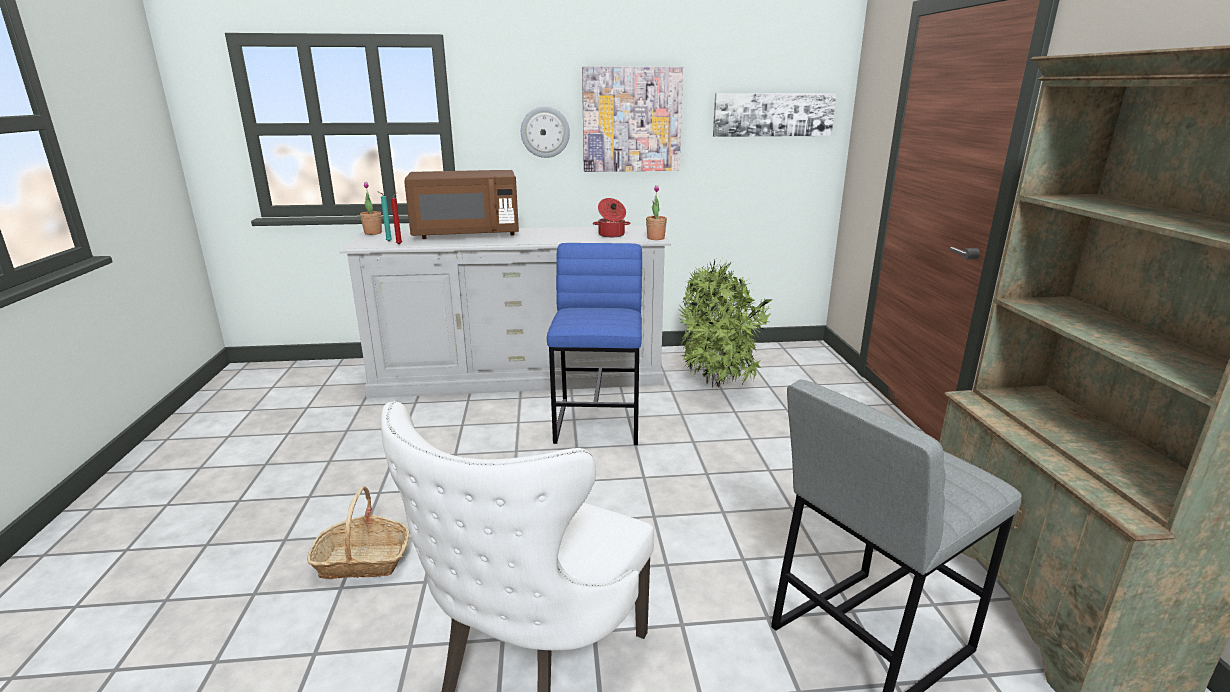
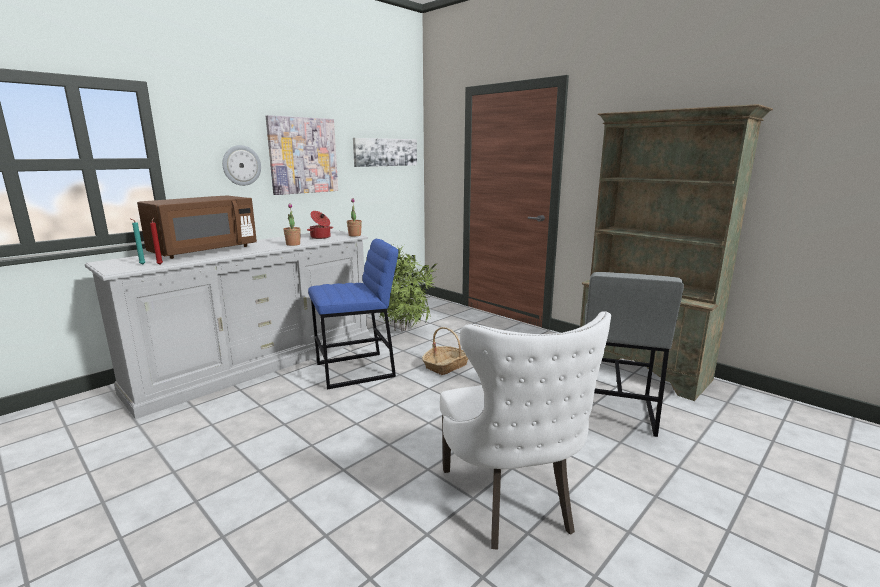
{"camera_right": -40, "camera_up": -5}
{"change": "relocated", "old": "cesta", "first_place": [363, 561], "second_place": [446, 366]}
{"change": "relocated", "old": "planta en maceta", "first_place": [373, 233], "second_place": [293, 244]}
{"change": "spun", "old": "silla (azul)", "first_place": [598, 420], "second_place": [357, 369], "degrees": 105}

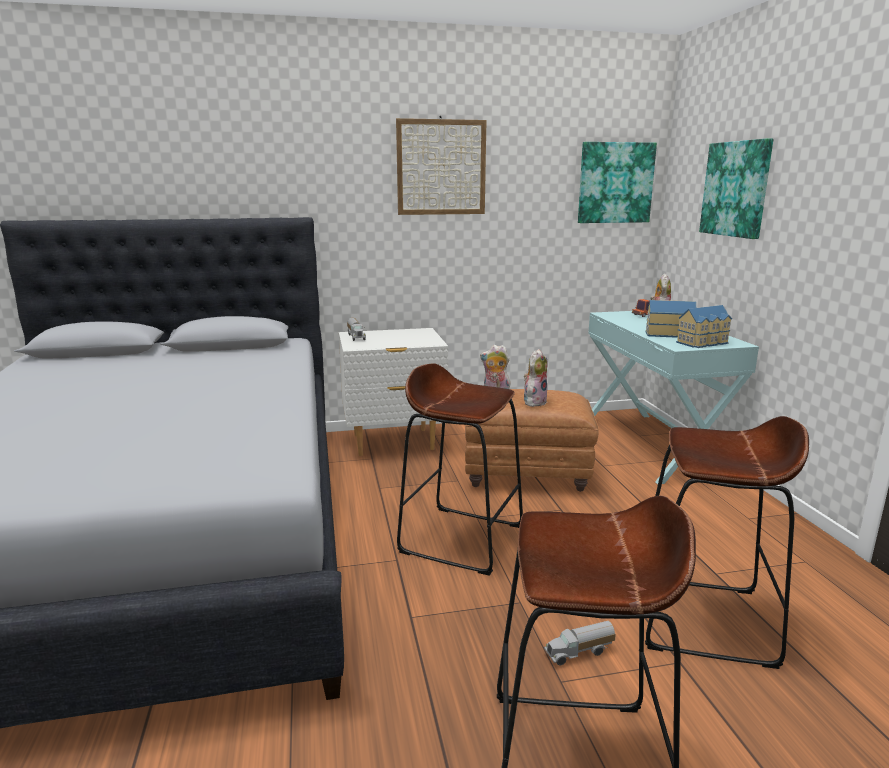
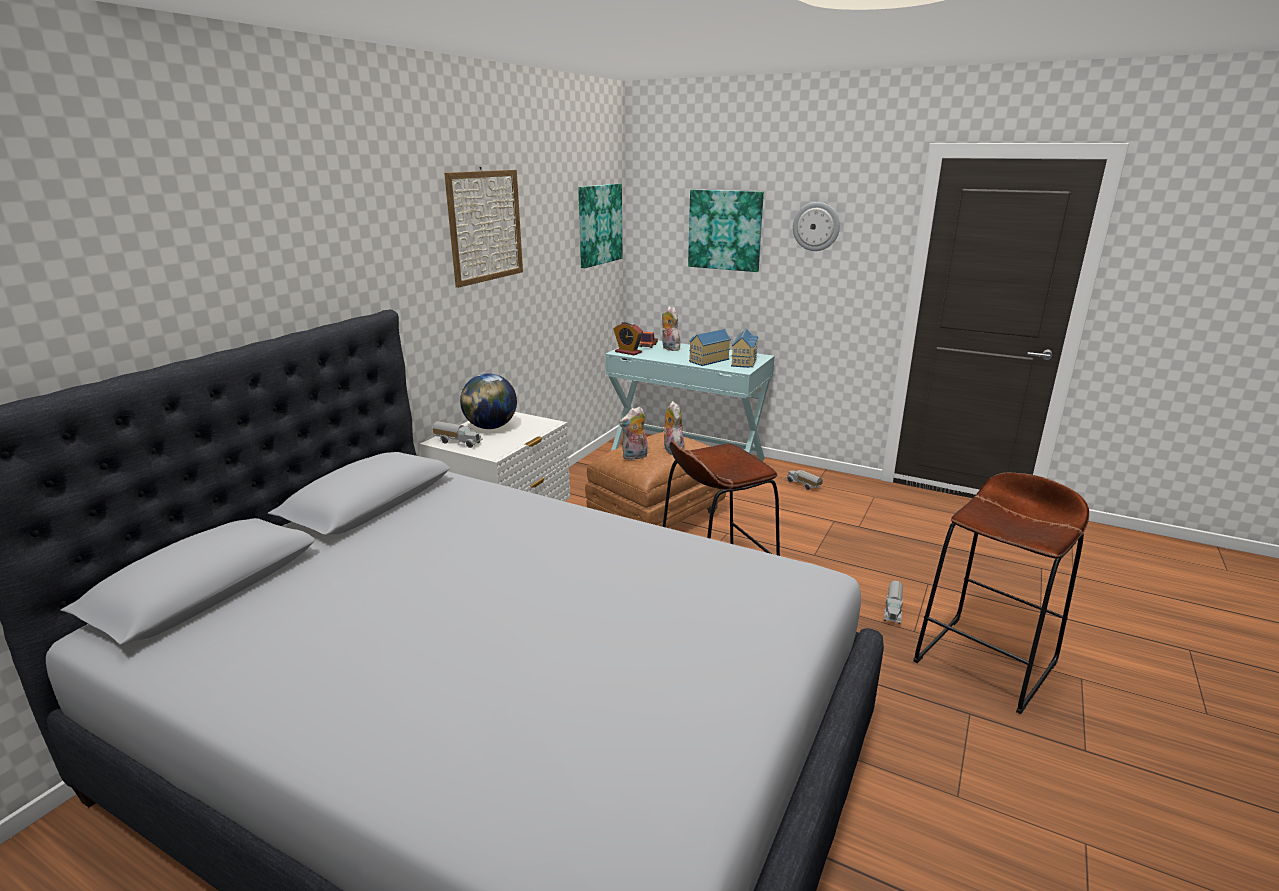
{"camera_right": -50, "camera_up": 5}
{"change": "missing", "old": "taburete (marrón)", "first_place": [703, 619]}
{"change": "appeared", "new": "globo terráqueo", "second_place": [491, 427]}
{"change": "appeared", "new": "despertador", "second_place": [628, 352]}
{"change": "appeared", "new": "camión de juguete", "second_place": [803, 485]}
{"change": "appeared", "new": "reloj de pared", "second_place": [816, 226]}

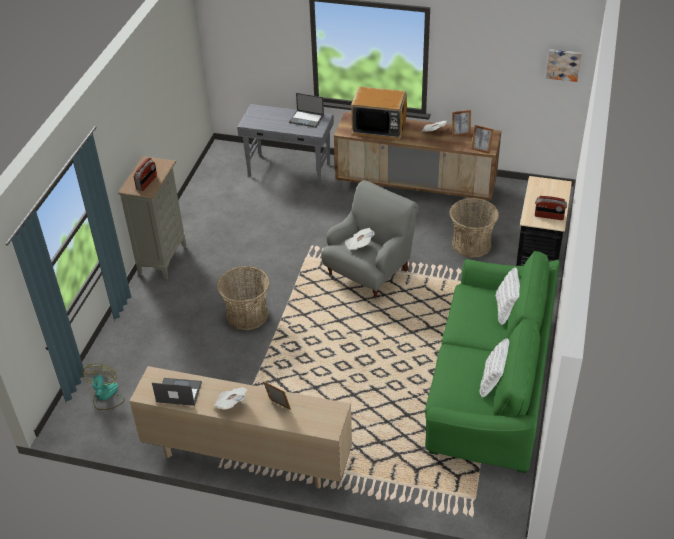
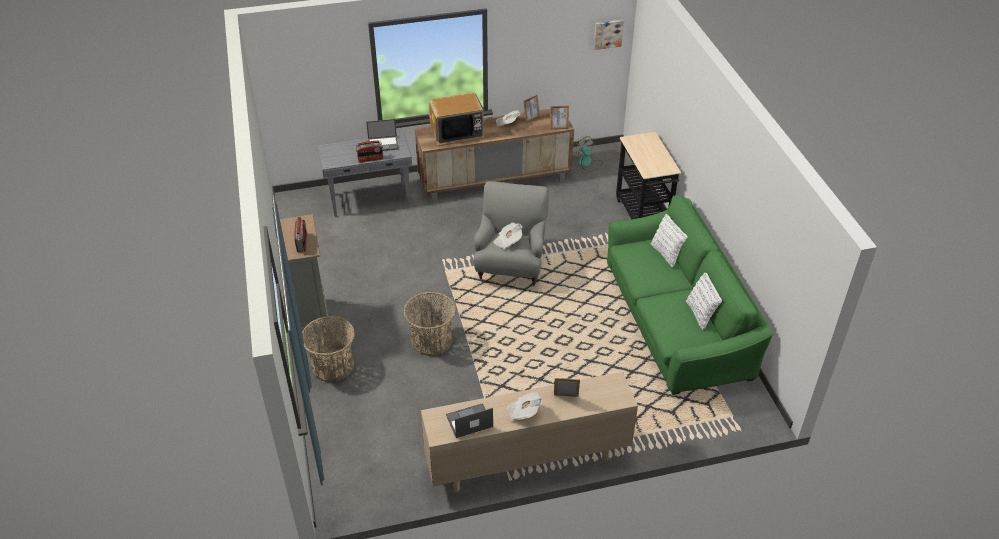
{"camera_right": -30, "camera_up": 0}
{"change": "relocated", "old": "ventilador", "first_place": [105, 396], "second_place": [587, 163]}
{"change": "relocated", "old": "cesta", "first_place": [471, 244], "second_place": [333, 365]}
{"change": "relocated", "old": "radio", "first_place": [549, 216], "second_place": [370, 159]}

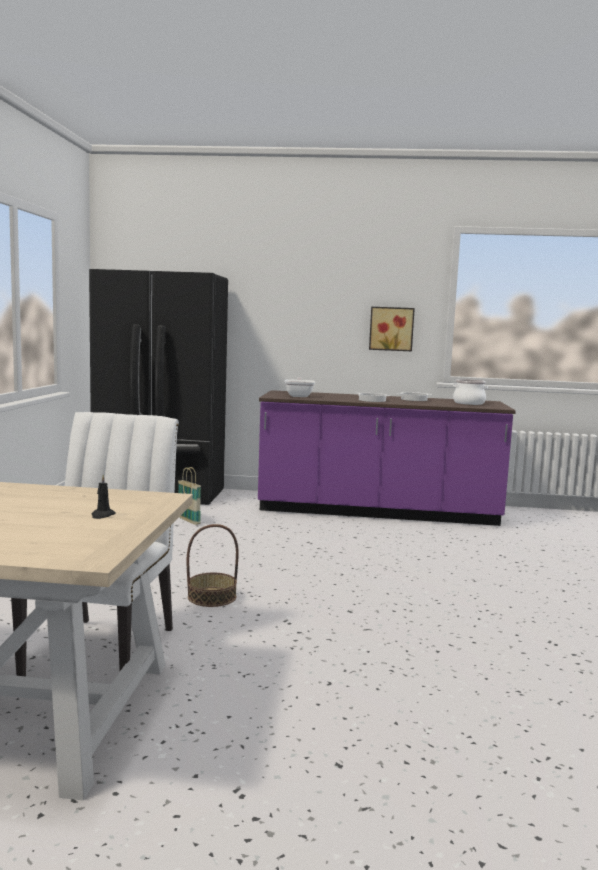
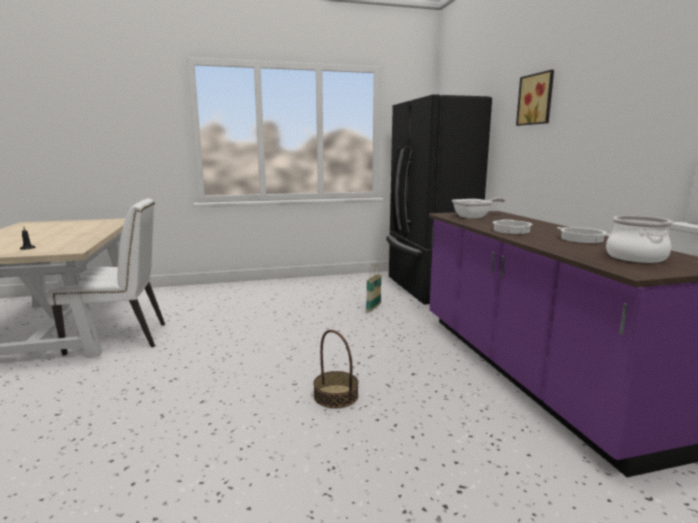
{"camera_right": 70, "camera_up": 5}
{"change": "relocated", "old": "cesta", "first_place": [212, 597], "second_place": [336, 396]}
{"change": "relocated", "old": "cuadro", "first_place": [391, 329], "second_place": [537, 99]}

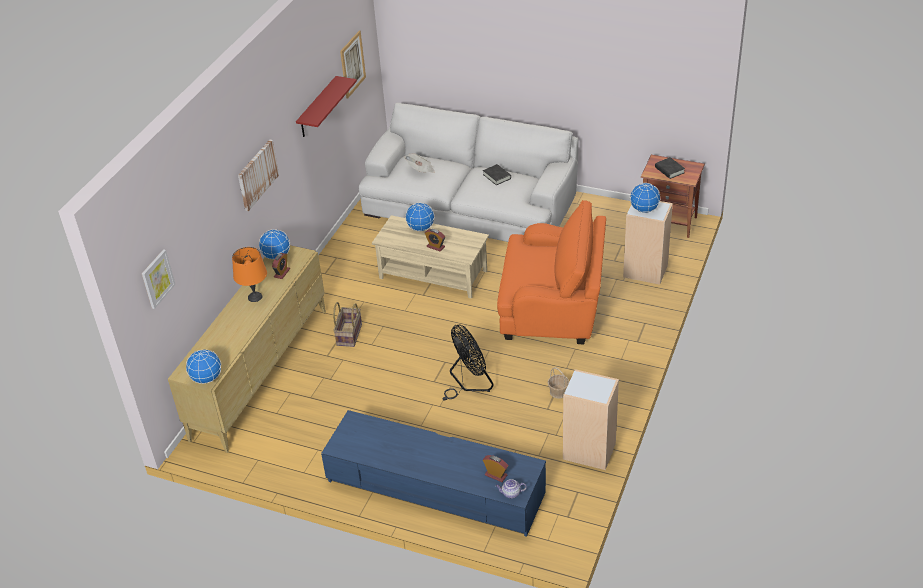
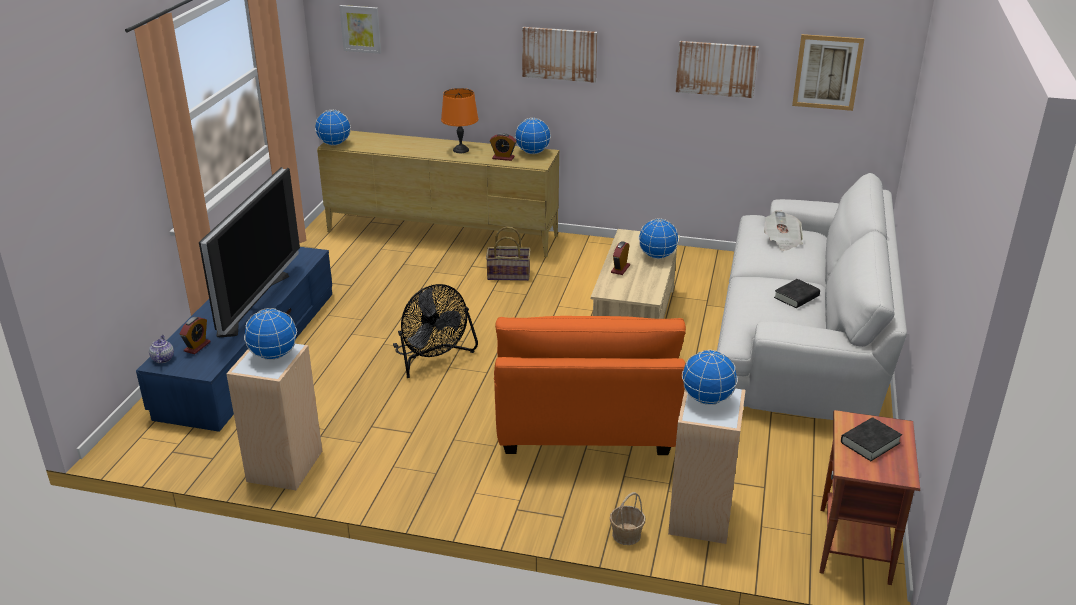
{"camera_right": 80, "camera_up": -10}
{"change": "exchanged", "old": "estante (rojo)", "new": "cuadro", "first_place": [317, 108], "second_place": [716, 68]}
{"change": "relocated", "old": "cesta", "first_place": [558, 392], "second_place": [626, 535]}
{"change": "appeared", "new": "televisor", "second_place": [254, 303]}
{"change": "appeared", "new": "globo terráqueo", "second_place": [273, 355]}

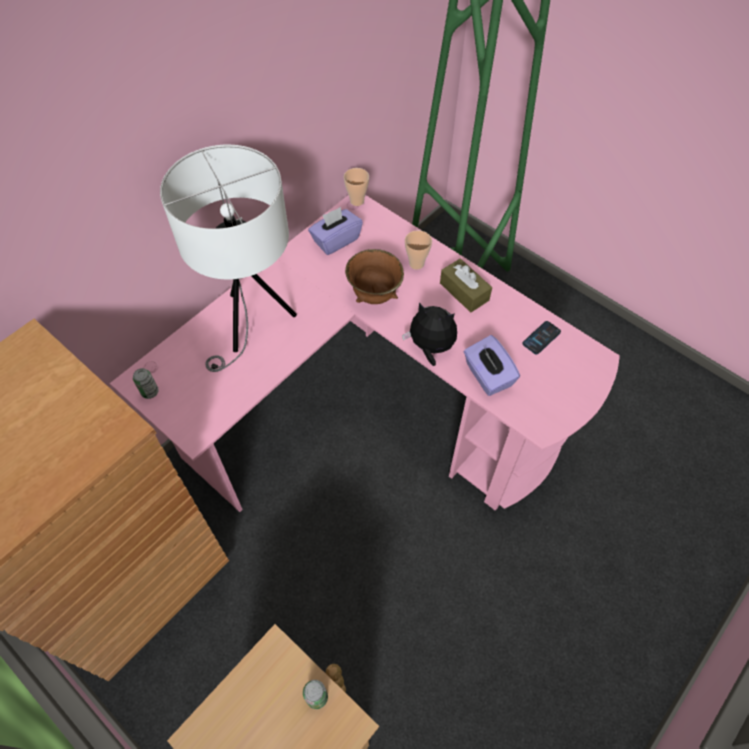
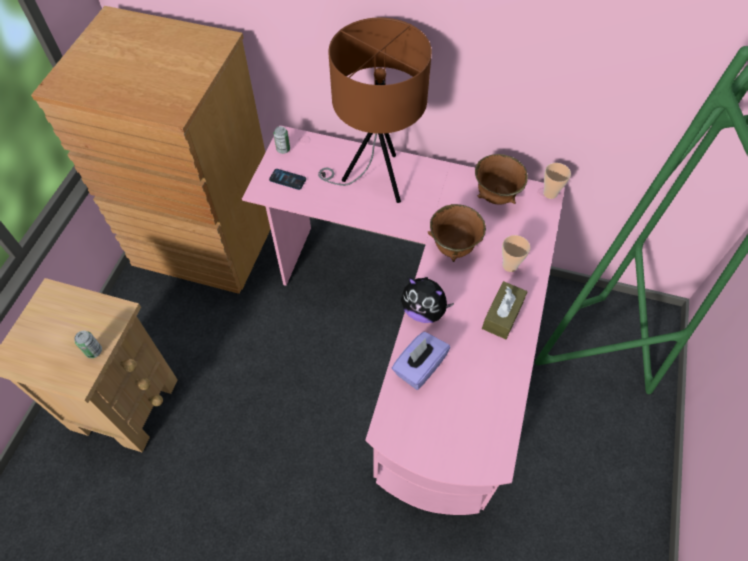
{"camera_right": 65, "camera_up": 0}
{"change": "colour", "old": "lámpara de mesa (blanco)", "new": "lámpara de mesa (marrón)", "first_place": [251, 324], "second_place": [374, 179]}
{"change": "exchanged", "old": "caja de pañuelos (morado)", "new": "cuenco (marrón)", "first_place": [336, 240], "second_place": [495, 197]}
{"change": "spun", "old": "peluche", "first_place": [430, 347], "second_place": [423, 311], "degrees": 120}
{"change": "relocated", "old": "móvil", "first_place": [541, 338], "second_place": [287, 179]}

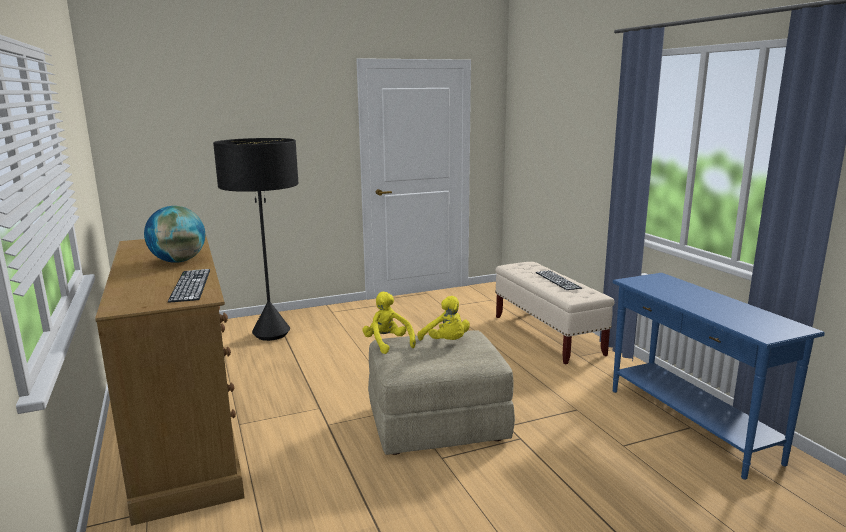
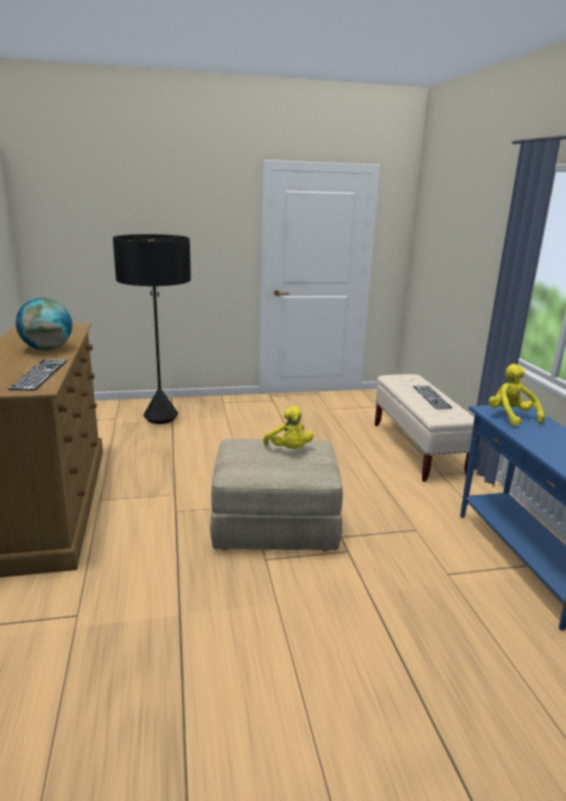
{"camera_right": 10, "camera_up": 5}
{"change": "relocated", "old": "peluche (amarillo)", "first_place": [387, 344], "second_place": [510, 417]}

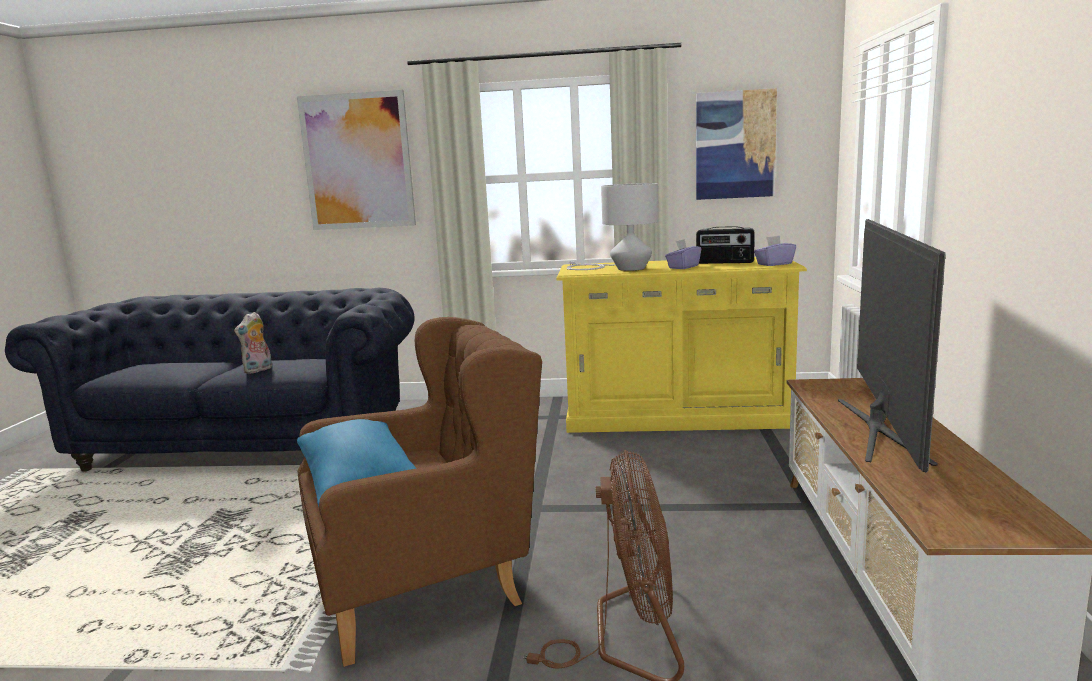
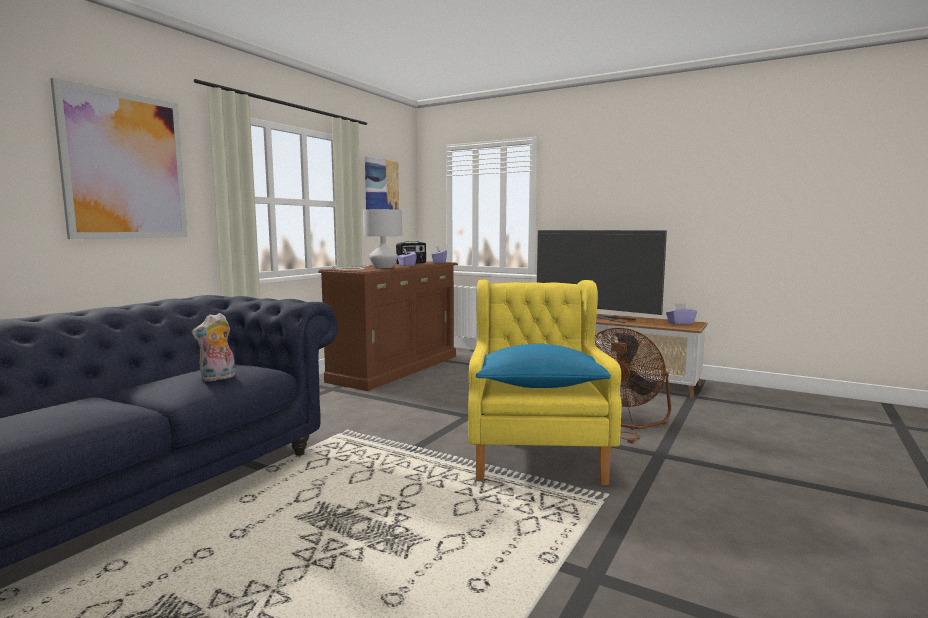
{"camera_right": -65, "camera_up": -5}
{"change": "spun", "old": "peluche", "first_place": [258, 370], "second_place": [218, 378], "degrees": 75}
{"change": "colour", "old": "sillón (marrón)", "new": "sillón (amarillo)", "first_place": [426, 586], "second_place": [536, 454]}
{"change": "colour", "old": "armario (amarillo)", "new": "armario (marrón)", "first_place": [677, 416], "second_place": [396, 368]}
{"change": "appeared", "new": "caja de pañuelos (morado)", "second_place": [680, 323]}

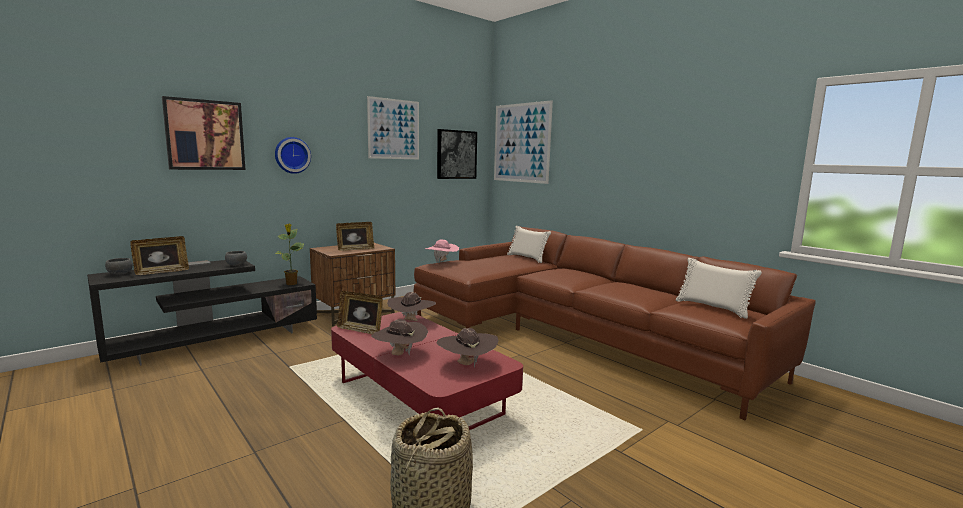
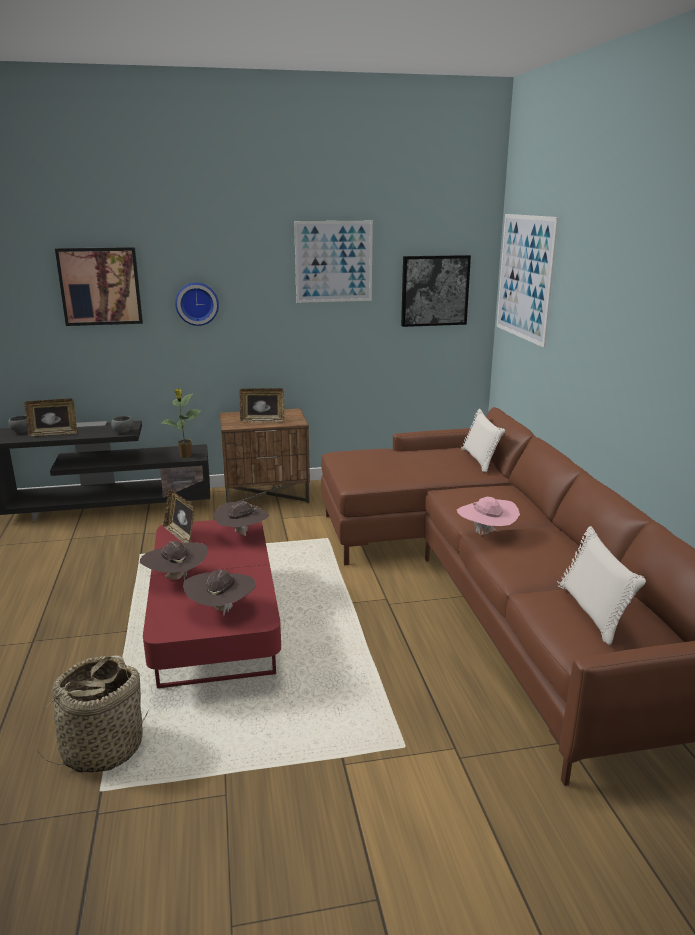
{"camera_right": 30, "camera_up": 10}
{"change": "relocated", "old": "sombrero (rosa)", "first_place": [442, 262], "second_place": [486, 534]}

